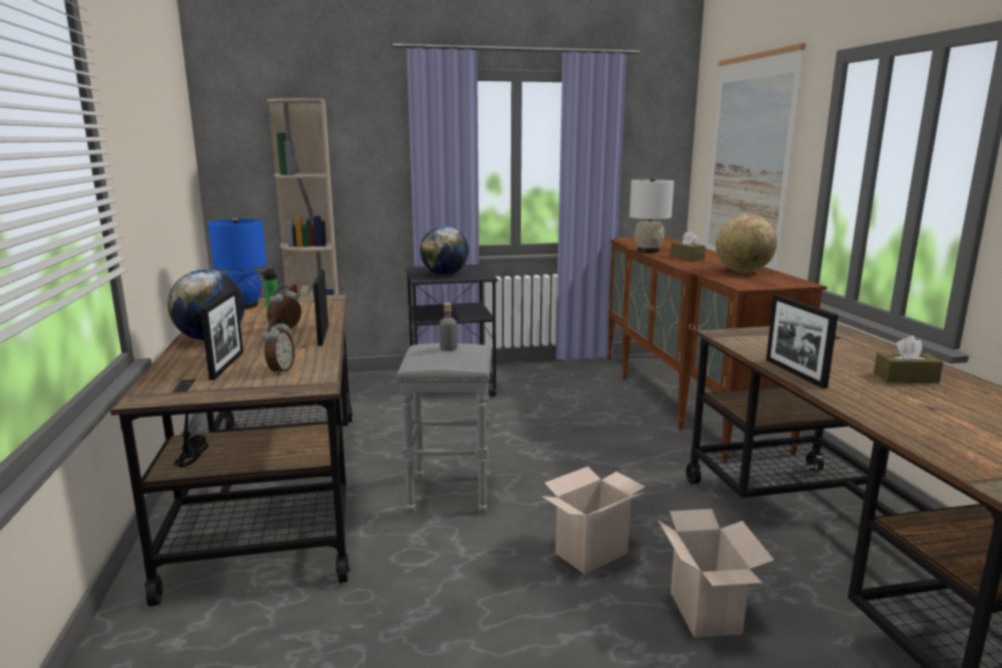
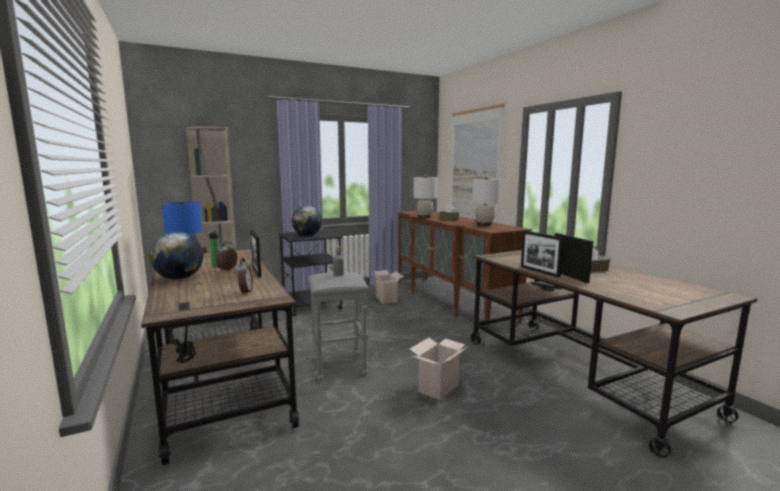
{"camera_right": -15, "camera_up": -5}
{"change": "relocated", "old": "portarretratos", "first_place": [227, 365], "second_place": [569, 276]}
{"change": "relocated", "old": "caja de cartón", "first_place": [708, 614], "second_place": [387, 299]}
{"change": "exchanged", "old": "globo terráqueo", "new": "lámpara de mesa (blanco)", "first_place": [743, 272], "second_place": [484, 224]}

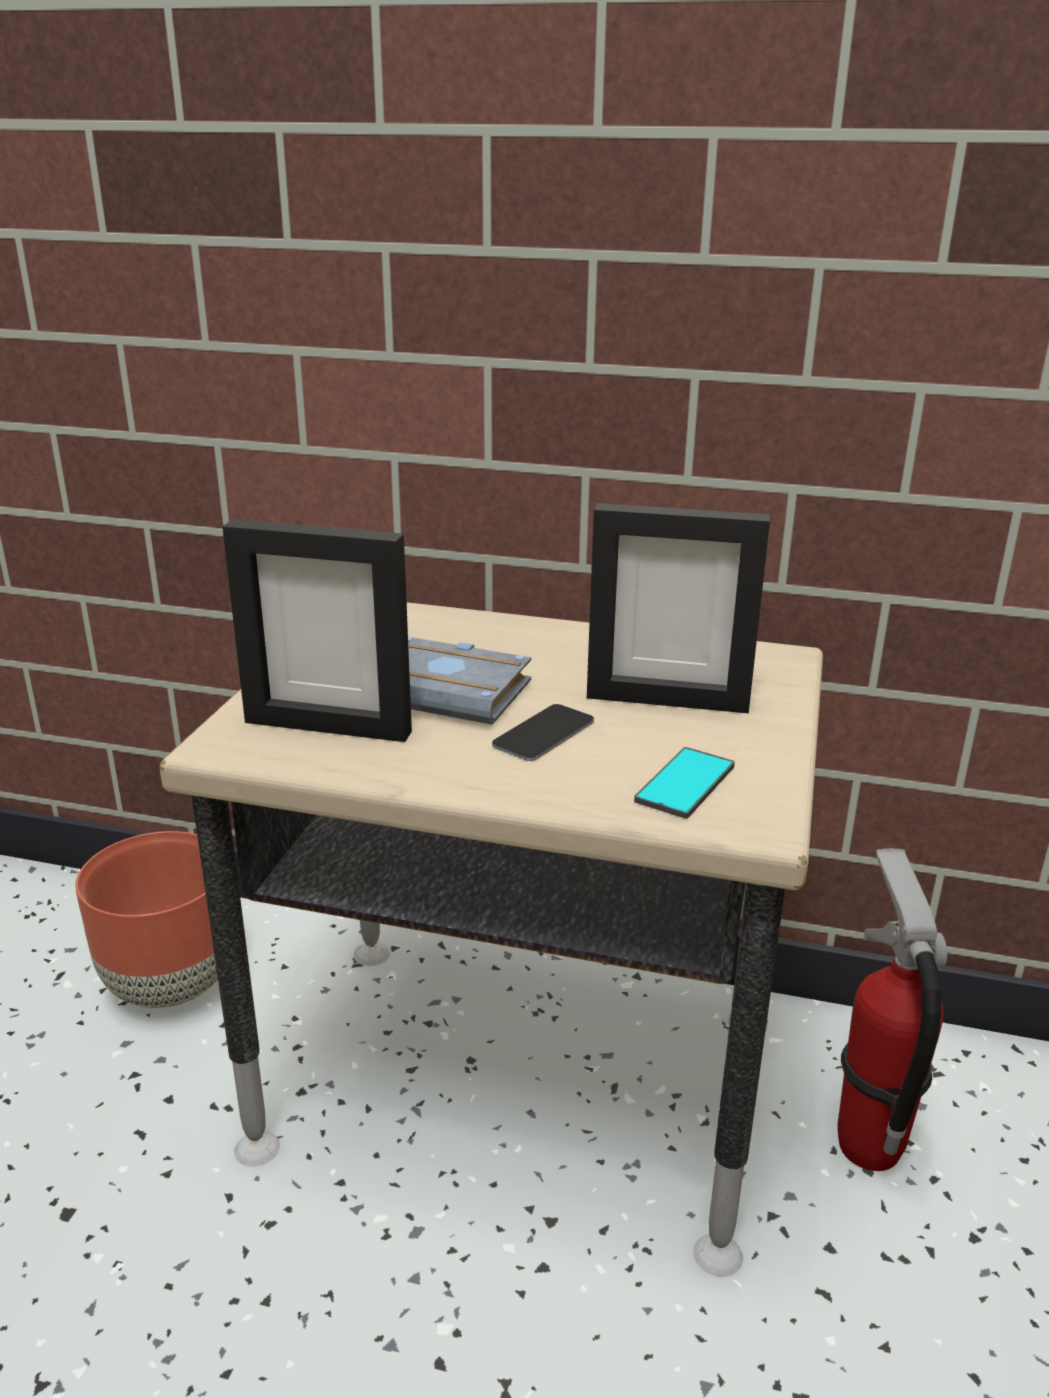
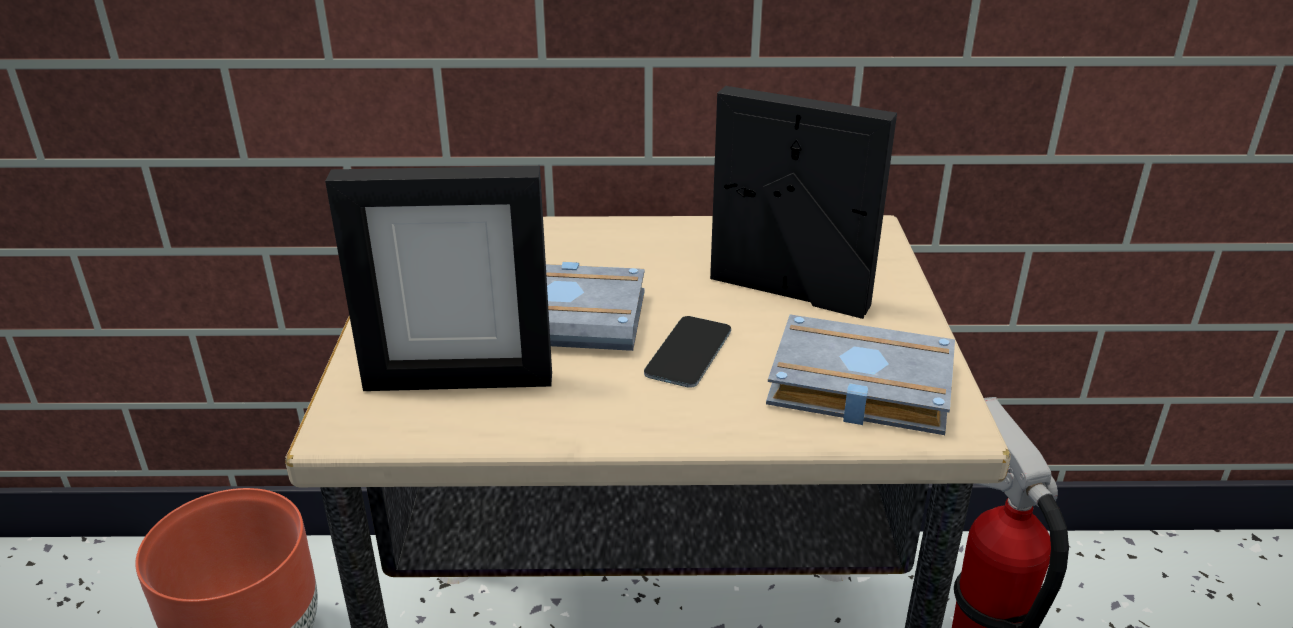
{"camera_right": -15, "camera_up": 5}
{"change": "spun", "old": "portarretratos", "first_place": [667, 699], "second_place": [787, 293], "degrees": -150}
{"change": "exchanged", "old": "móvil", "new": "libro (gris)", "first_place": [685, 783], "second_place": [856, 387]}

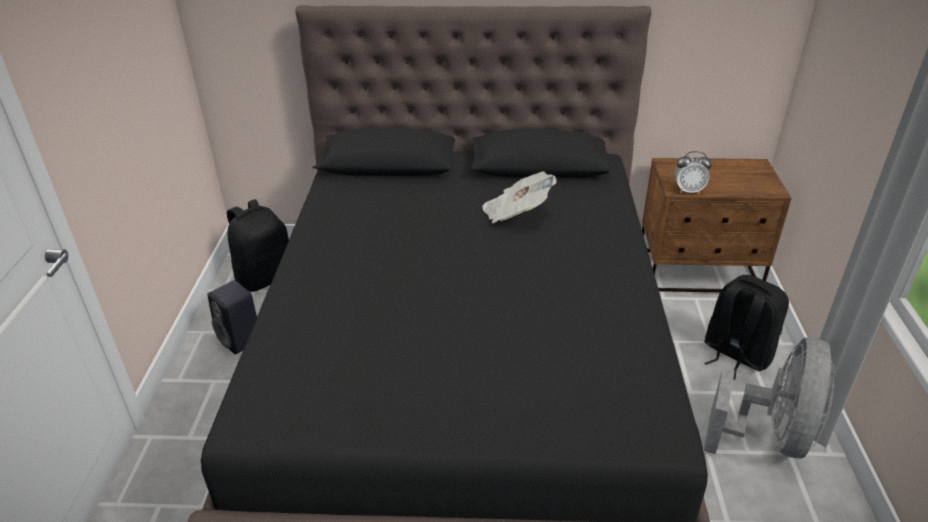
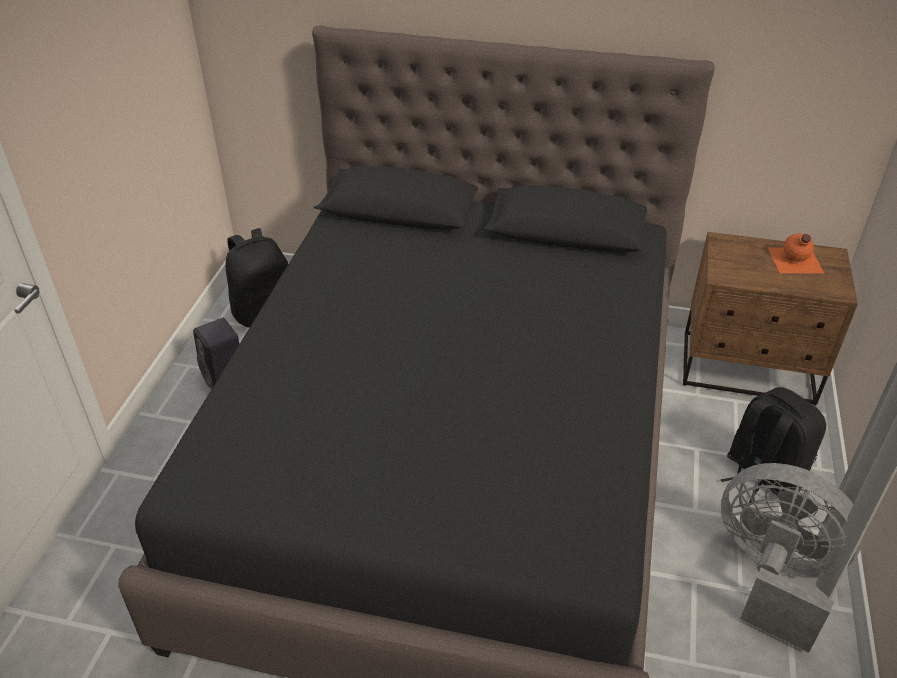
{"camera_right": 10, "camera_up": 5}
{"change": "missing", "old": "periódico", "first_place": [516, 213]}
{"change": "missing", "old": "despertador", "first_place": [688, 190]}
{"change": "spun", "old": "ventilador (gris)", "first_place": [770, 436], "second_place": [772, 575], "degrees": -90}
{"change": "appeared", "new": "botella (naranja)", "second_place": [794, 260]}

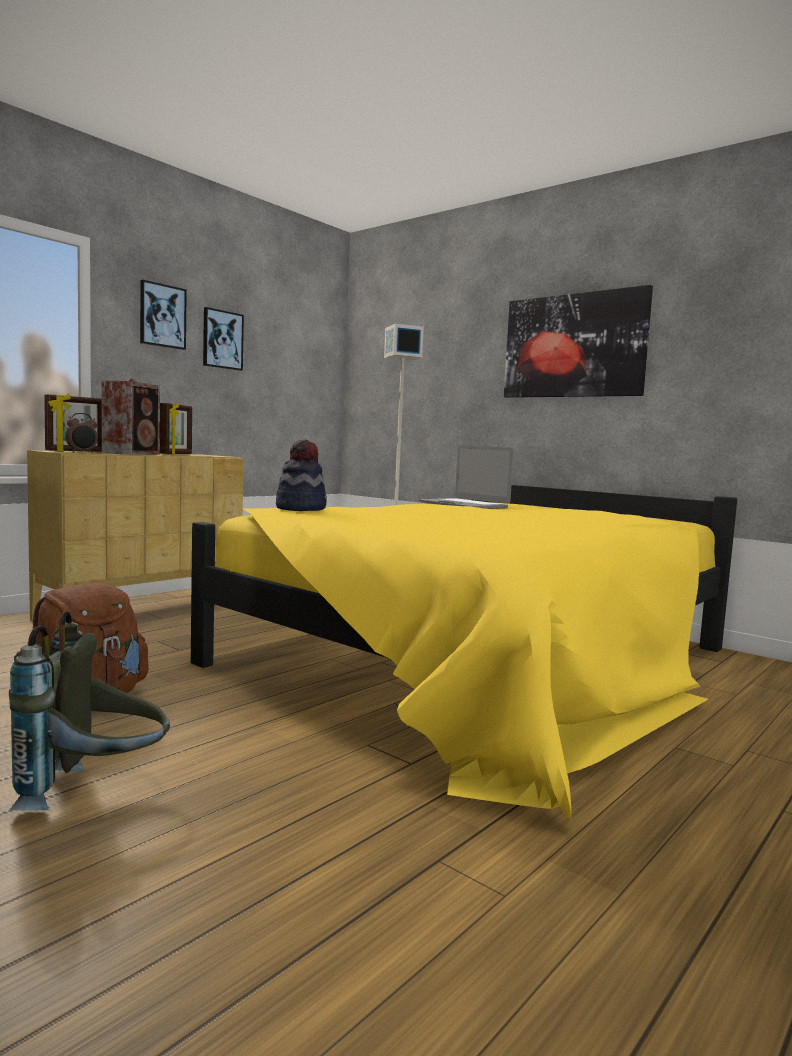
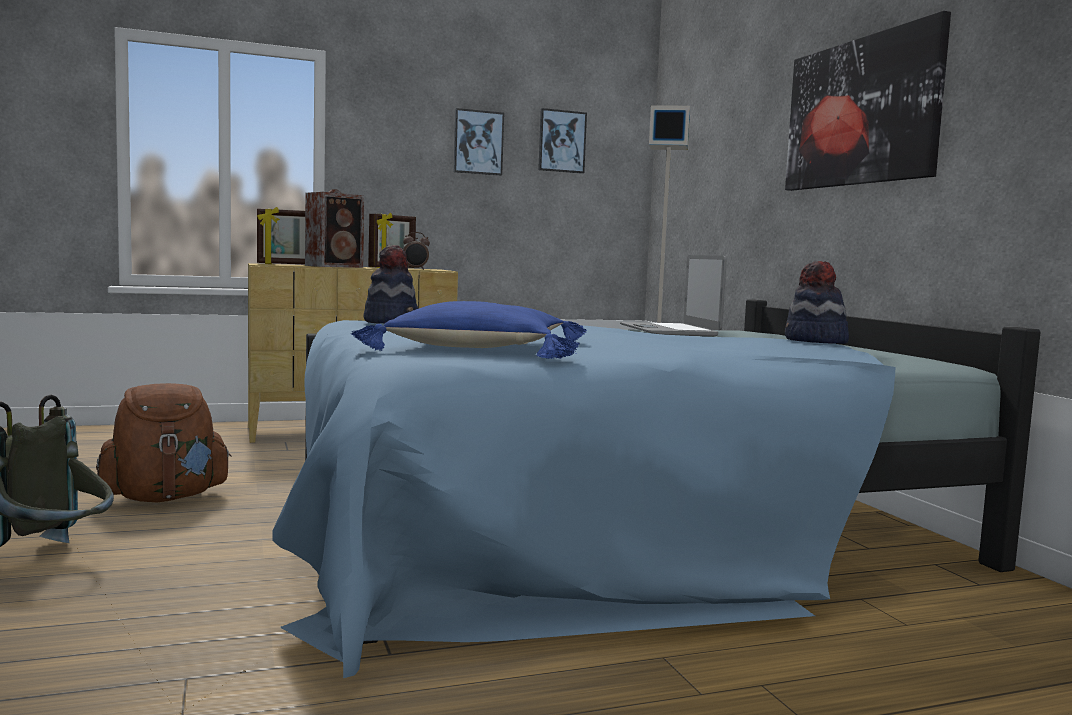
{"camera_right": 30, "camera_up": 0}
{"change": "relocated", "old": "despertador", "first_place": [82, 453], "second_place": [415, 269]}
{"change": "relocated", "old": "cuadro", "first_place": [162, 316], "second_place": [561, 141]}
{"change": "colour", "old": "cama (amarillo)", "new": "cama (azul)", "first_place": [486, 662], "second_place": [610, 527]}
{"change": "appeared", "new": "cojín (azul)", "second_place": [478, 346]}
{"change": "appeared", "new": "sombrero", "second_place": [815, 341]}

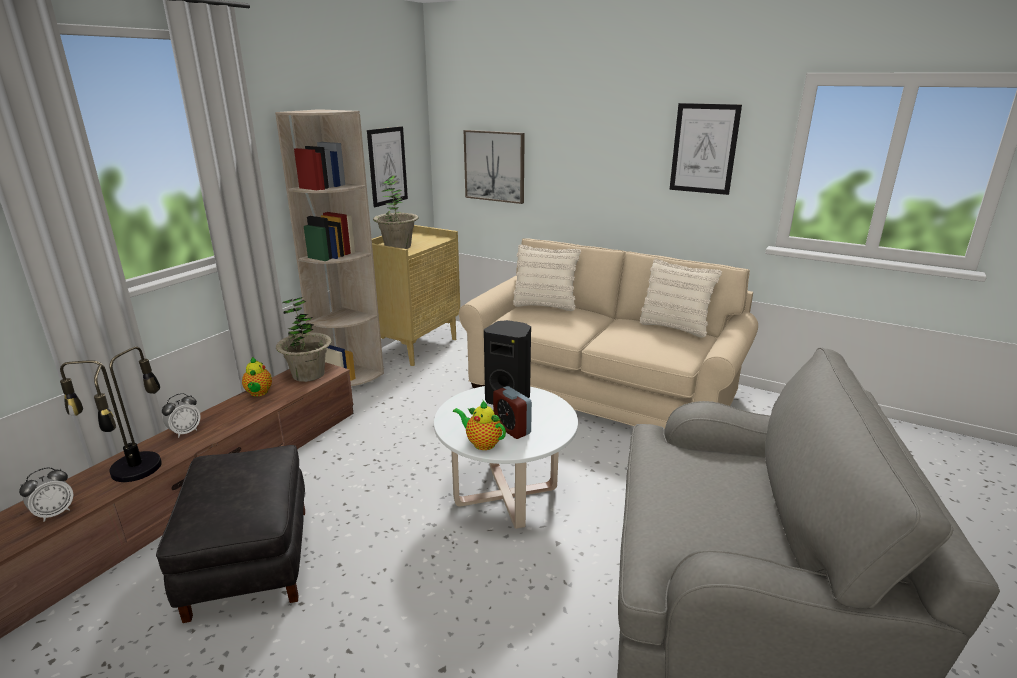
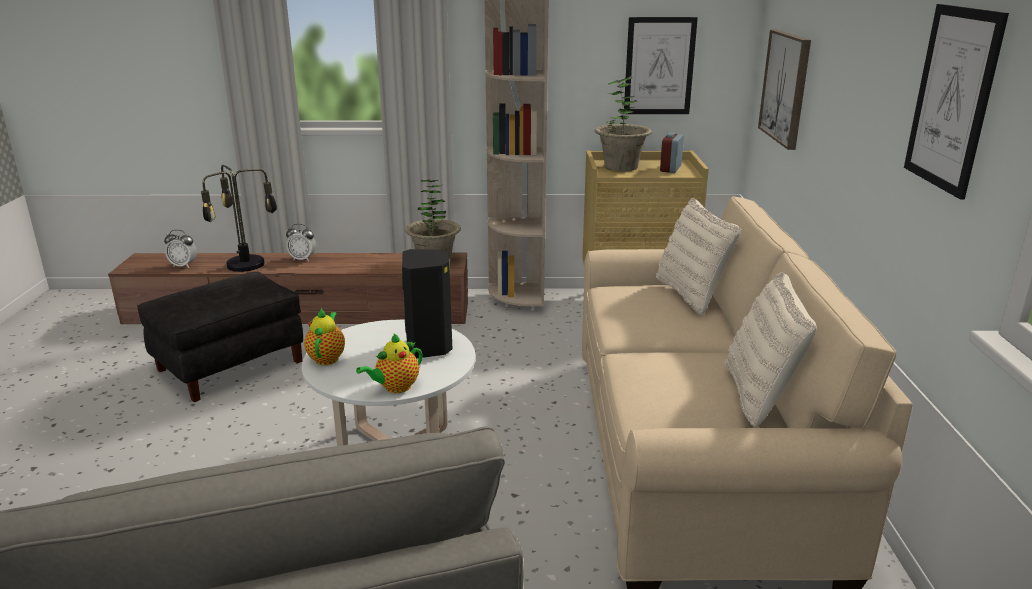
{"camera_right": 60, "camera_up": 0}
{"change": "relocated", "old": "tetera", "first_place": [258, 393], "second_place": [395, 388]}
{"change": "relocated", "old": "despertador", "first_place": [512, 429], "second_place": [670, 169]}

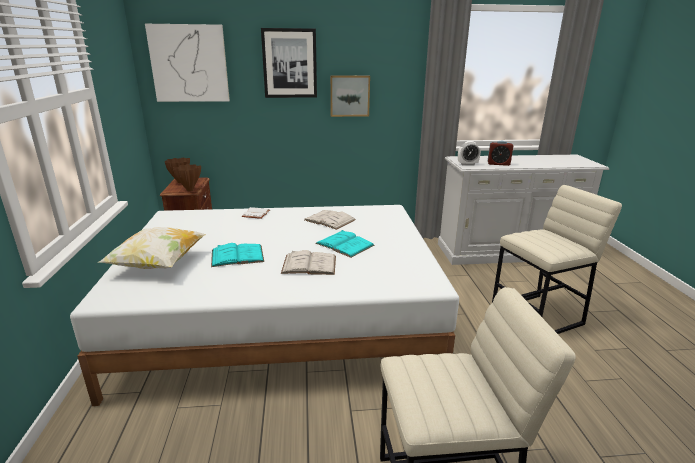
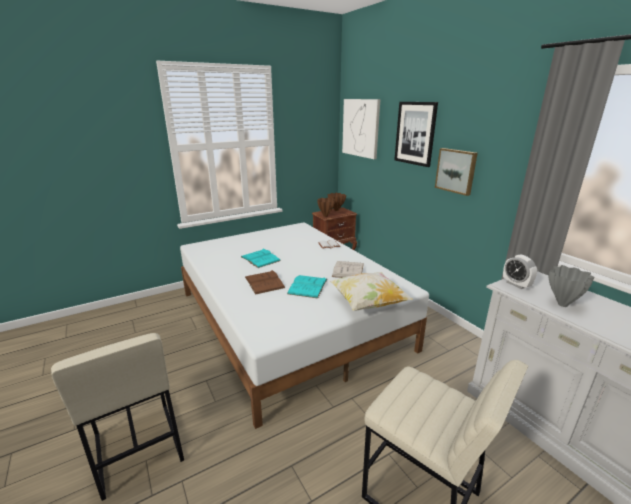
{"camera_right": 65, "camera_up": 0}
{"change": "relocated", "old": "cojín", "first_place": [158, 264], "second_place": [368, 303]}
{"change": "colour", "old": "libro (blanco)", "new": "libro (marrón)", "first_place": [309, 264], "second_place": [264, 282]}
{"change": "exchanged", "old": "despertador", "new": "florero (gris)", "first_place": [498, 164], "second_place": [562, 304]}

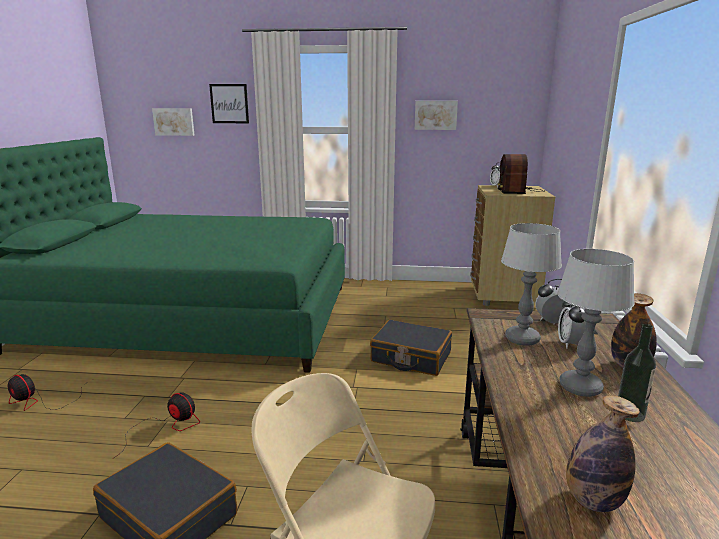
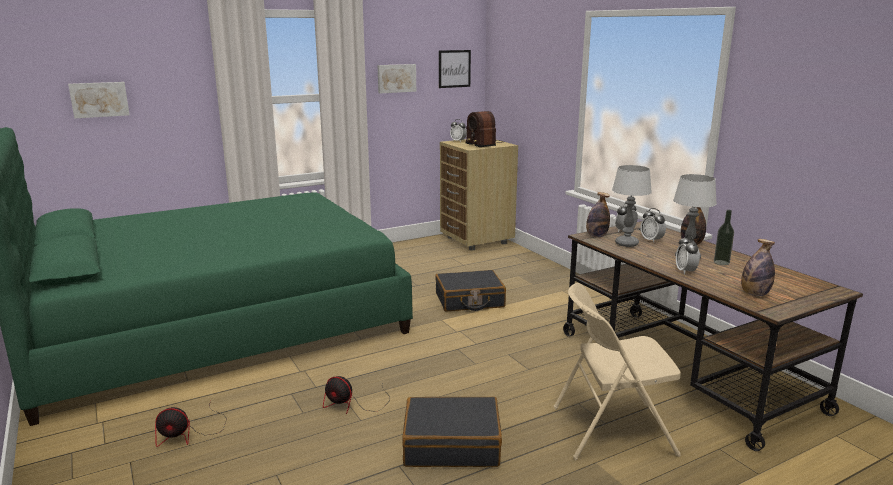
{"camera_right": -35, "camera_up": 0}
{"change": "spun", "old": "ventilador", "first_place": [167, 427], "second_place": [354, 404], "degrees": -150}
{"change": "relocated", "old": "cuadro", "first_place": [229, 103], "second_place": [454, 68]}
{"change": "appeared", "new": "botella", "second_place": [596, 236]}
{"change": "appeared", "new": "despertador", "second_place": [685, 271]}

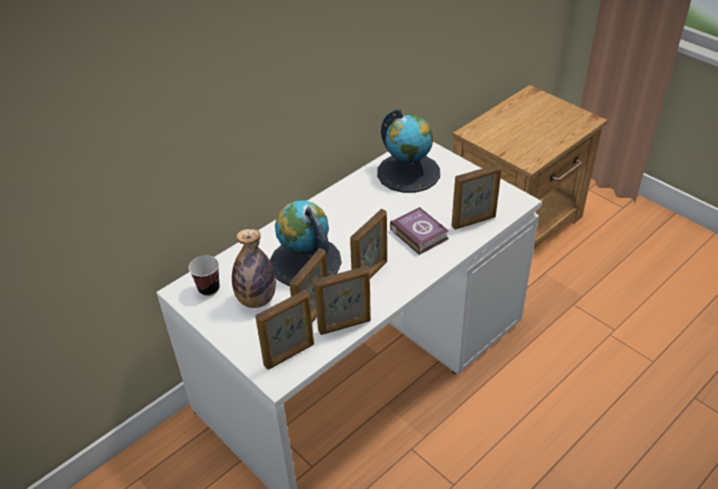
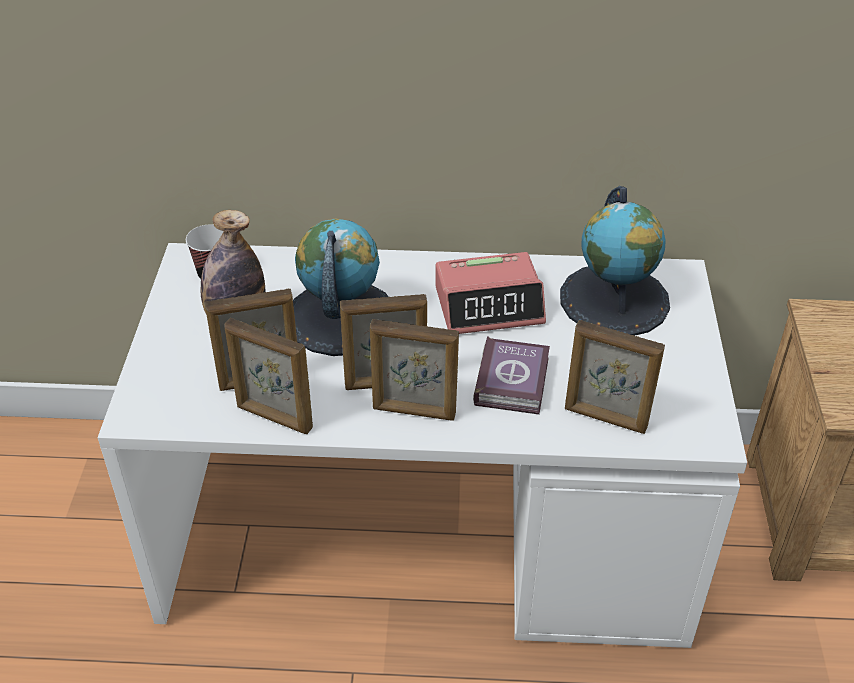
{"camera_right": 45, "camera_up": 0}
{"change": "relocated", "old": "portarretratos", "first_place": [290, 355], "second_place": [414, 412]}
{"change": "appeared", "new": "despertador", "second_place": [489, 305]}

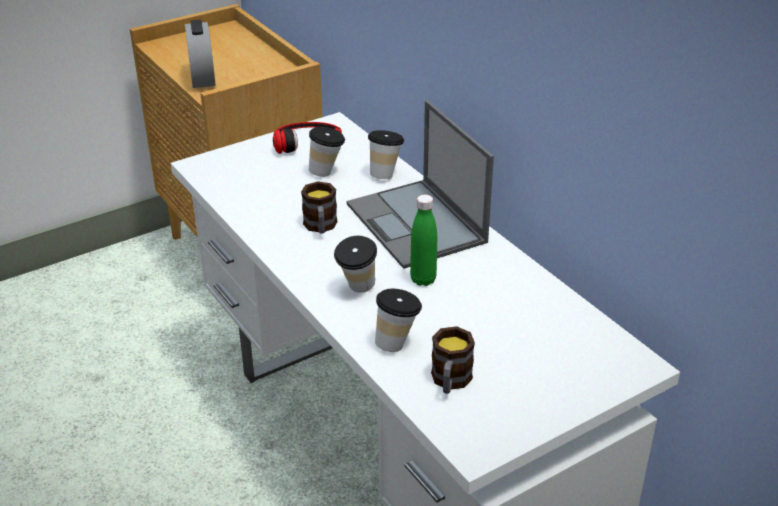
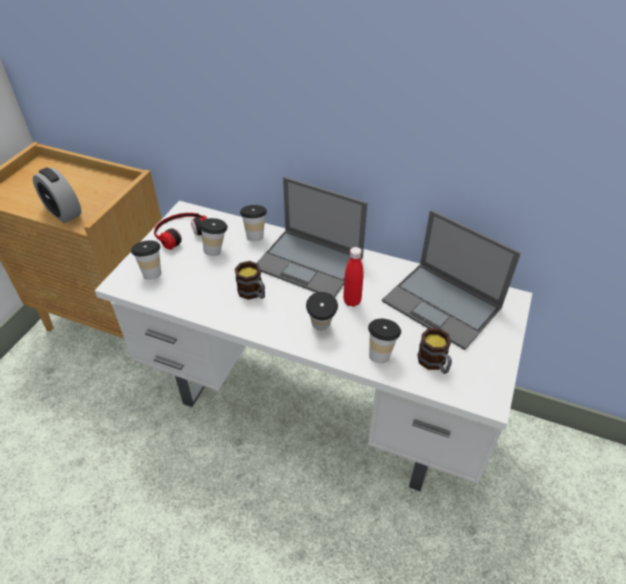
{"camera_right": -35, "camera_up": 10}
{"change": "colour", "old": "botella (verde)", "new": "botella (rojo)", "first_place": [423, 280], "second_place": [352, 301]}
{"change": "appeared", "new": "taza", "second_place": [152, 272]}
{"change": "appeared", "new": "portátil", "second_place": [443, 305]}

